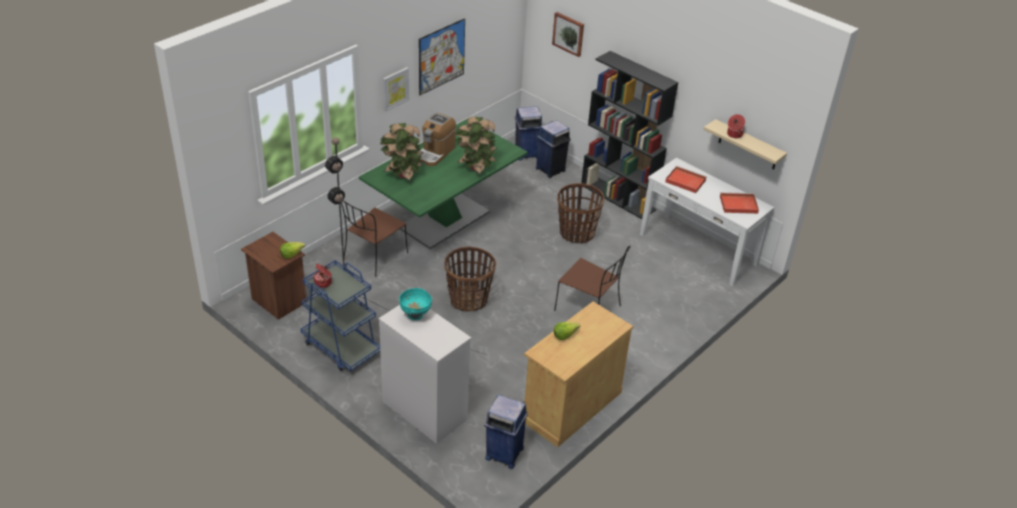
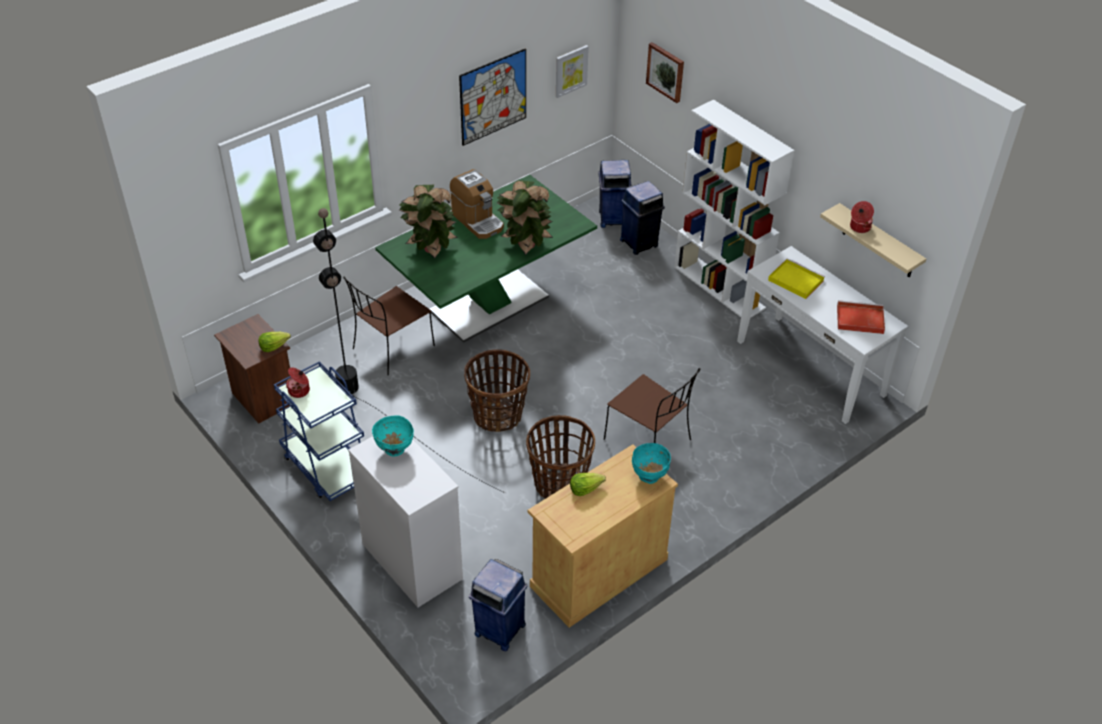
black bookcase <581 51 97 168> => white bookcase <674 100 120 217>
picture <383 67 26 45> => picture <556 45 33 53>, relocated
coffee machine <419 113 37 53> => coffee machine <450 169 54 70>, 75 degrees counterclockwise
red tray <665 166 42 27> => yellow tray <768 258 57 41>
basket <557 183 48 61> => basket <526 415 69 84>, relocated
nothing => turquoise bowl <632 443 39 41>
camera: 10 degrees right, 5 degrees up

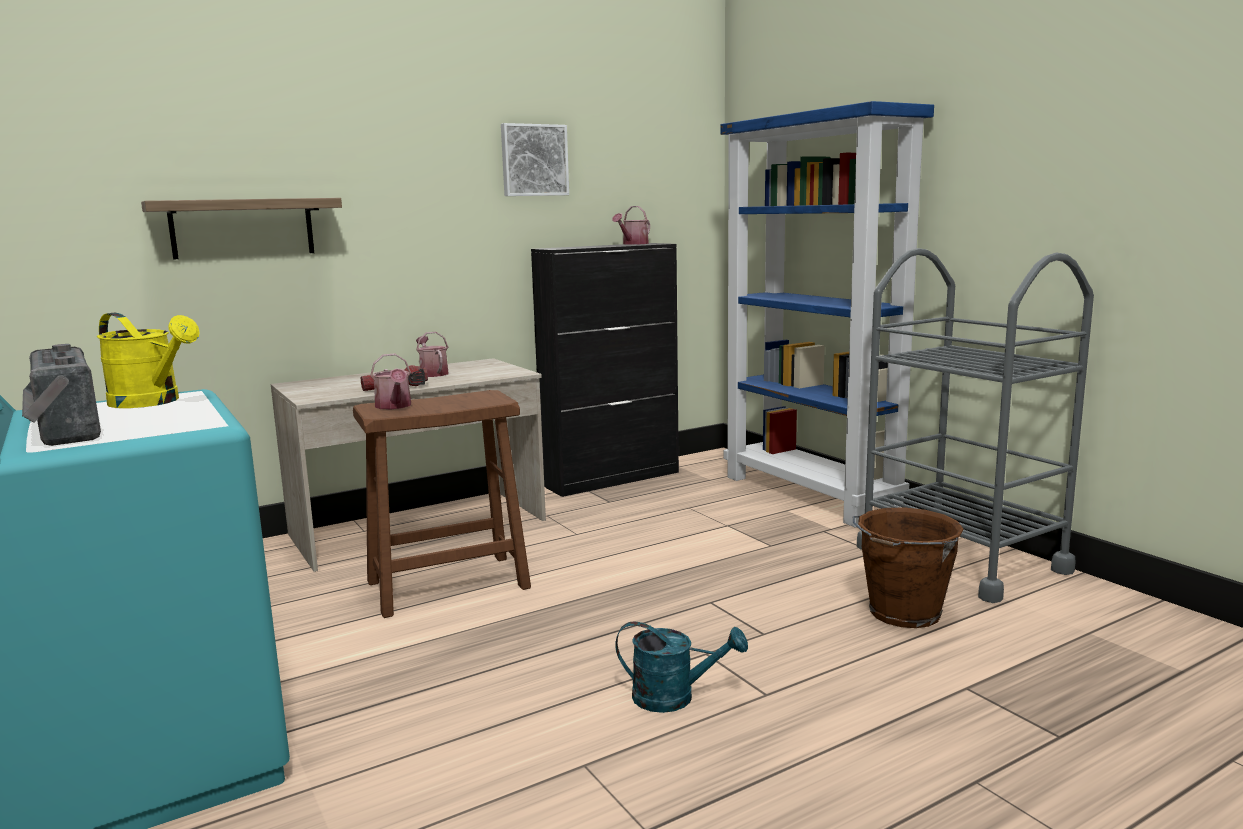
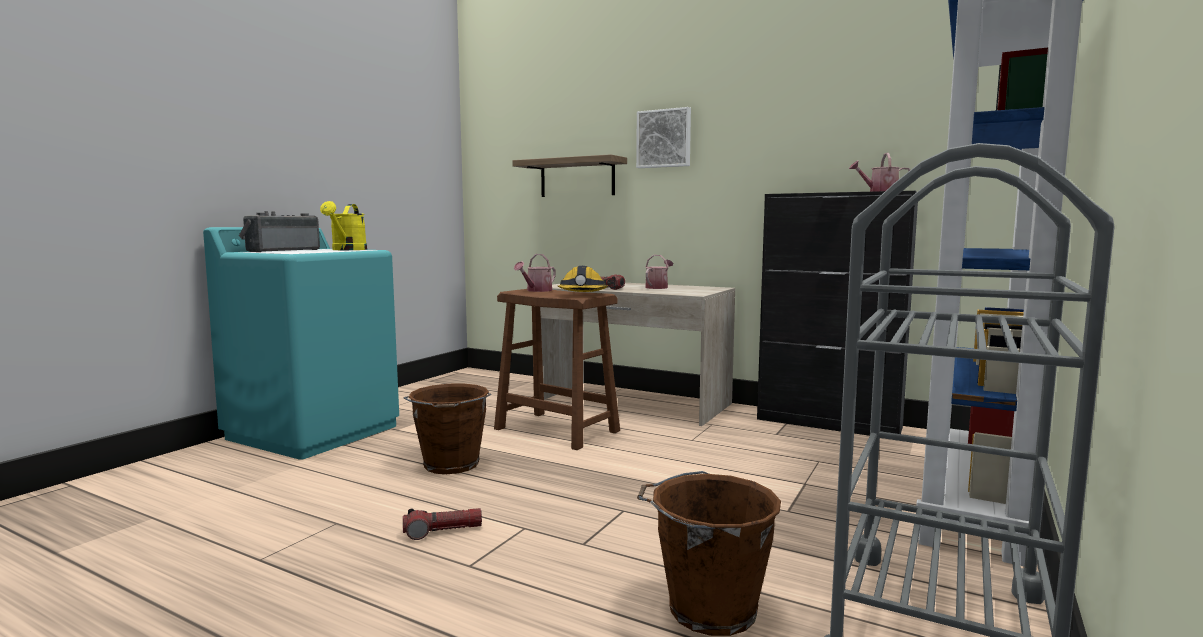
picture <501 123 68 73> => picture <636 107 55 61>, relocated
turquoise watering can <615 621 133 92> => flashlight <403 508 79 32>
nothing => hard hat <557 266 51 26>
nothing => brown bucket <404 383 87 91>
camera: 60 degrees right, 5 degrees down

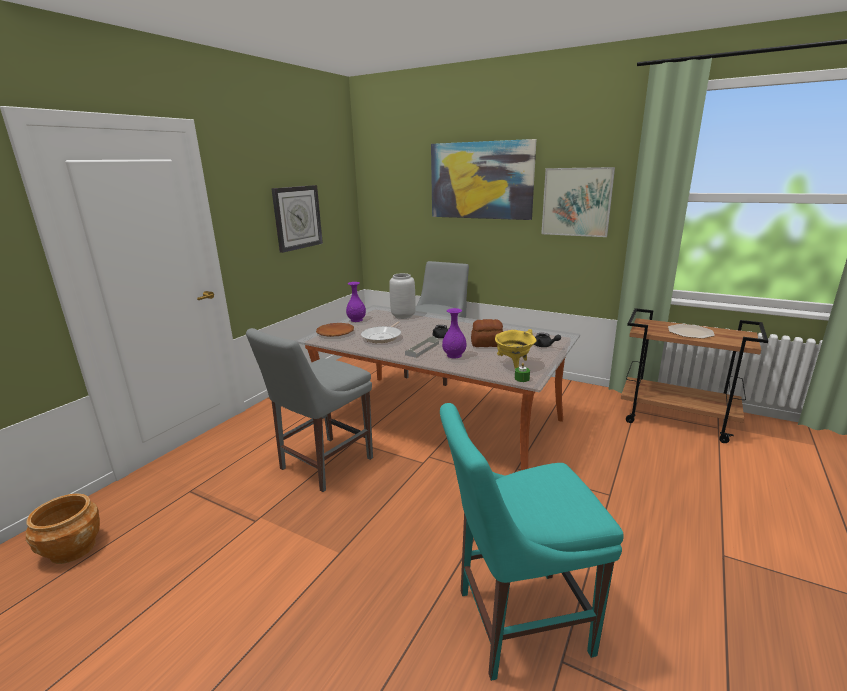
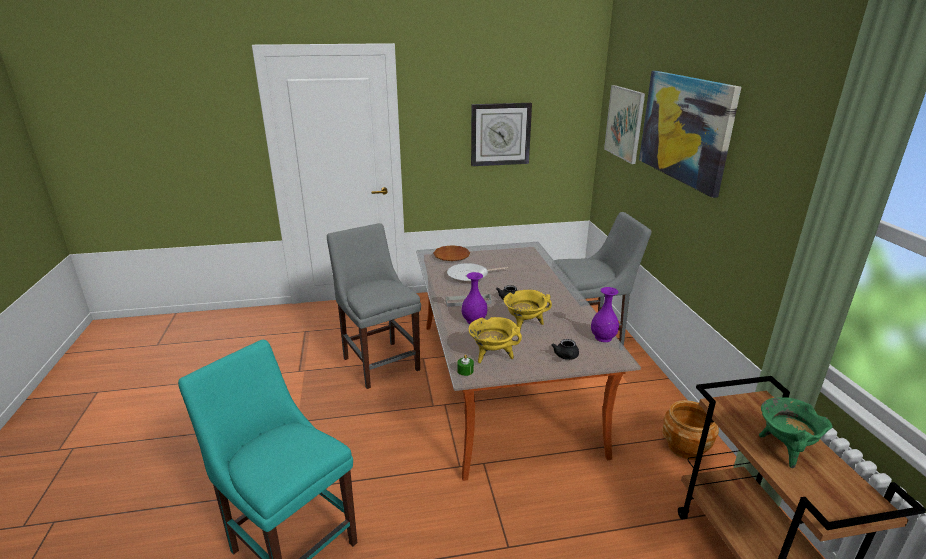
picture <541 167 74 70> => picture <604 85 41 79>, relocated
grey vase <389 273 27 46> => nothing
purple vase <346 282 20 40> => purple vase <591 287 28 55>, relocated
bread <471 319 32 28> => yellow cooking pot <504 290 48 40>
plate <668 324 47 15> => green cooking pot <759 397 74 71>
grey chair <246 328 127 164> => grey chair <327 223 94 166>, 60 degrees clockwise
brown planter <26 493 74 71> => brown planter <662 400 57 60>, relocated
camera: 50 degrees right, 5 degrees up

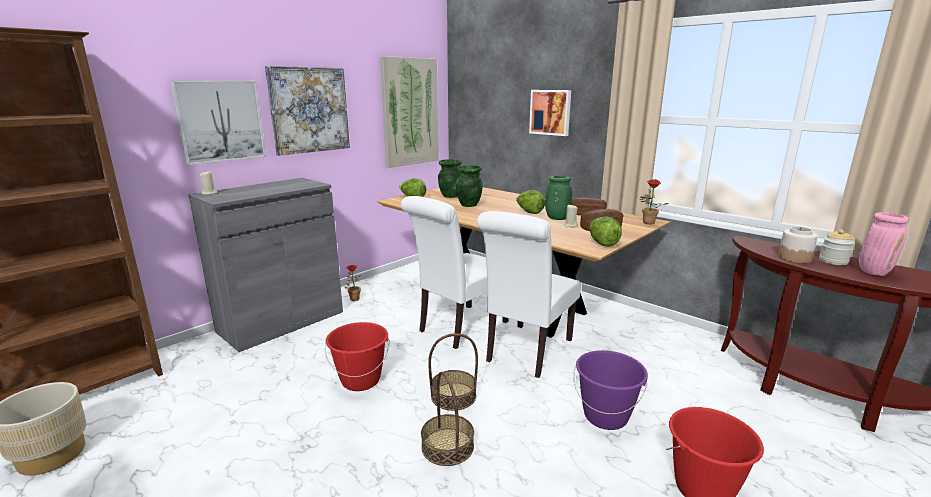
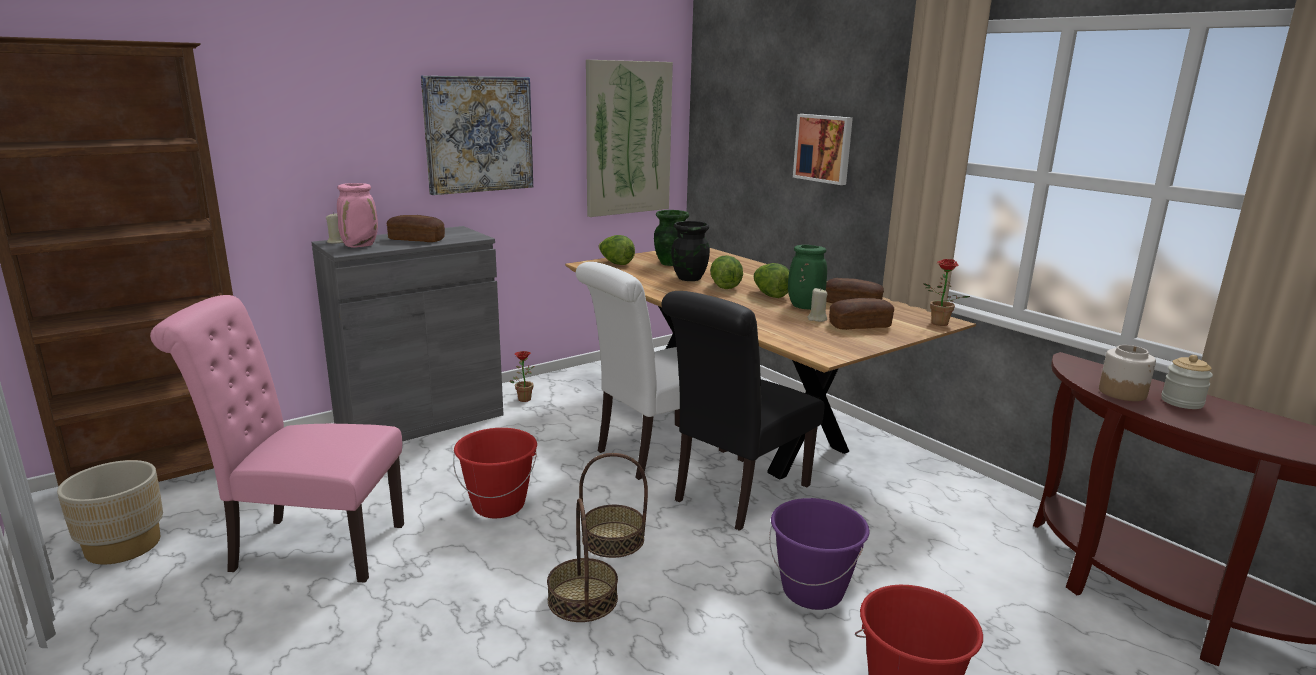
picture <170 80 96 85> => nothing
green vase <456 165 27 42> => black vase <671 221 39 60>
white chair <477 211 104 167> => black chair <662 291 163 240>
pink vase <859 212 50 64> => pink vase <337 183 41 65>, relocated
lettuce <589 216 33 31> => lettuce <710 255 33 34>, relocated
nothing => bread <387 215 58 27>
nothing => pink chair <150 295 254 288>
camera: 10 degrees right, 0 degrees up

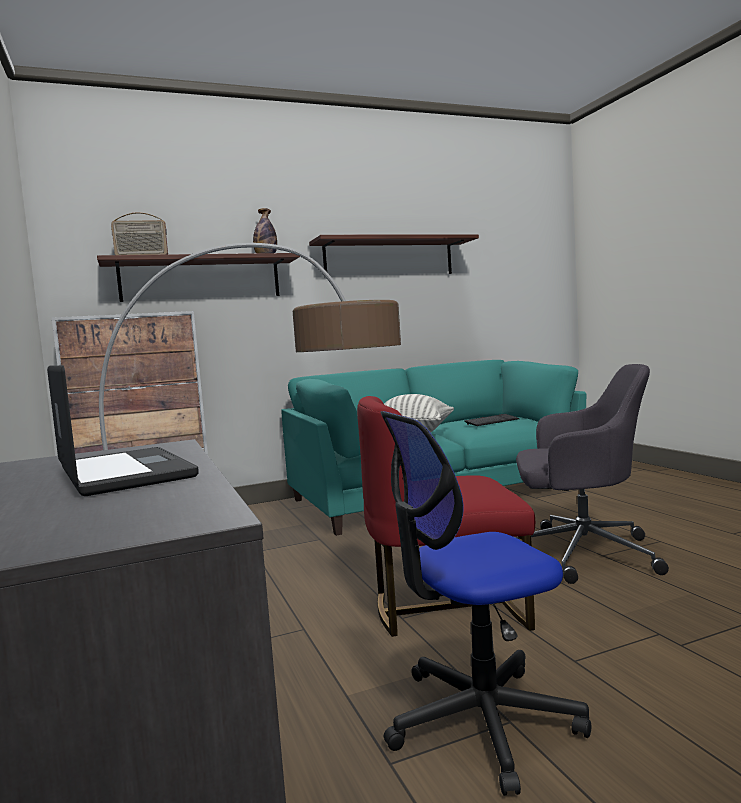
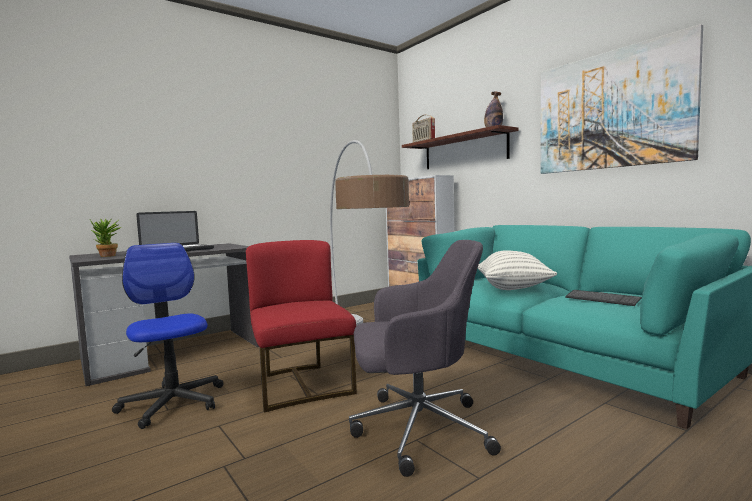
shelf <309 234 170 44> => picture <540 24 163 150>
grey office chair <515 364 154 220> => grey office chair <349 240 152 237>, 90 degrees counterclockwise
nothing => potted plant <90 218 31 39>
camera: 75 degrees right, 0 degrees up

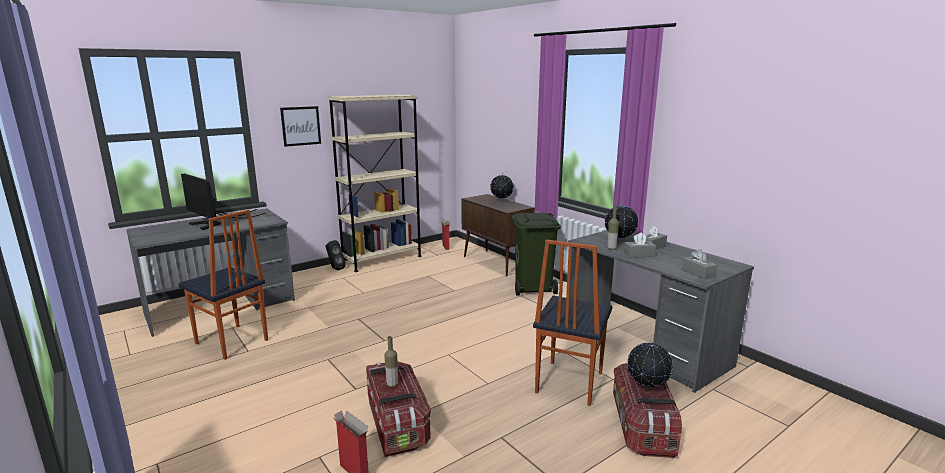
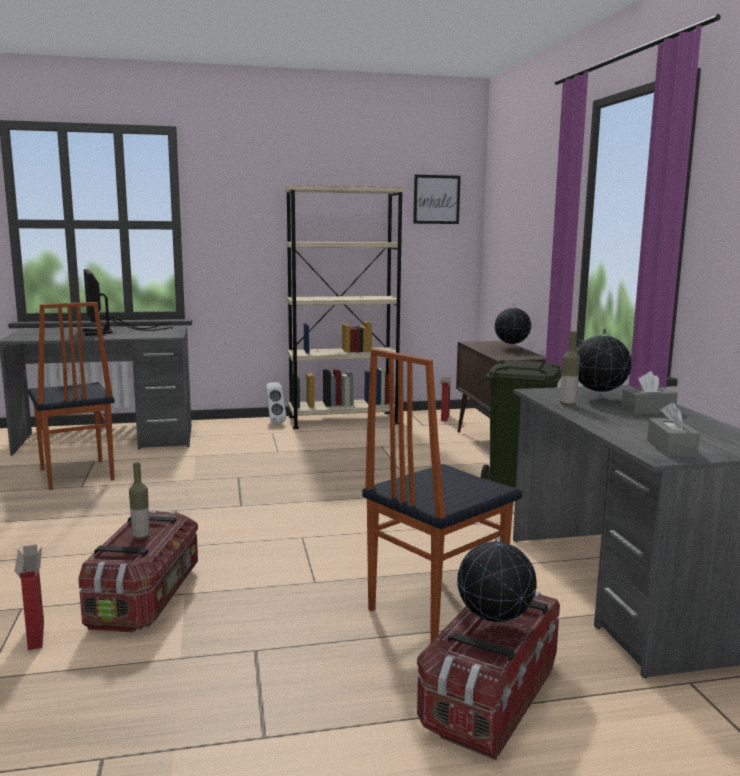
picture <280 106 41 41> => picture <413 175 48 49>, relocated
grey tissue box <624 233 32 25> => nothing
black speaker <326 240 20 30> => white speaker <266 382 20 42>
camera: 25 degrees right, 5 degrees down

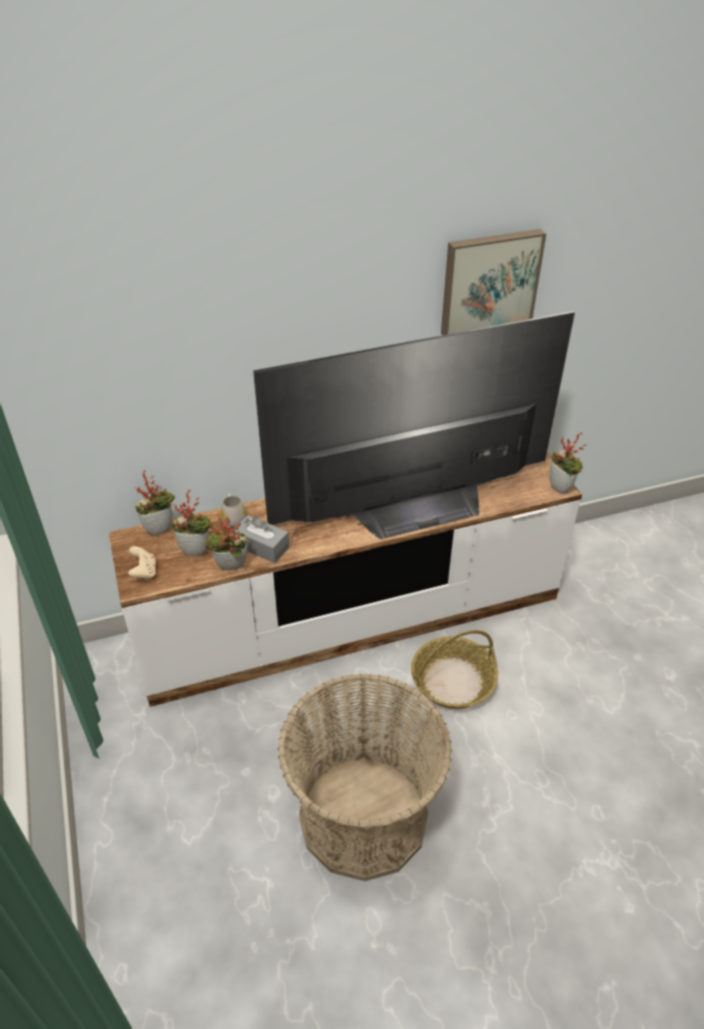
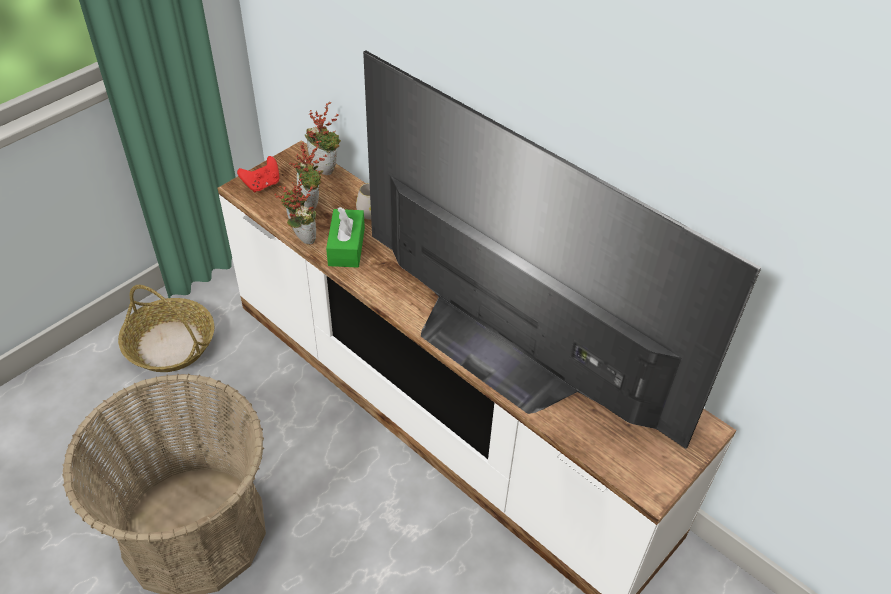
picture <441 229 105 106> => nothing
potted plant <549 433 38 61> => nothing
grey tissue box <233 515 57 48> => green tissue box <326 207 39 61>
beige game controller <128 546 28 34> => red game controller <237 156 42 36>
basket <411 630 87 79> => basket <118 285 97 87>, relocated
camera: 60 degrees right, 5 degrees up

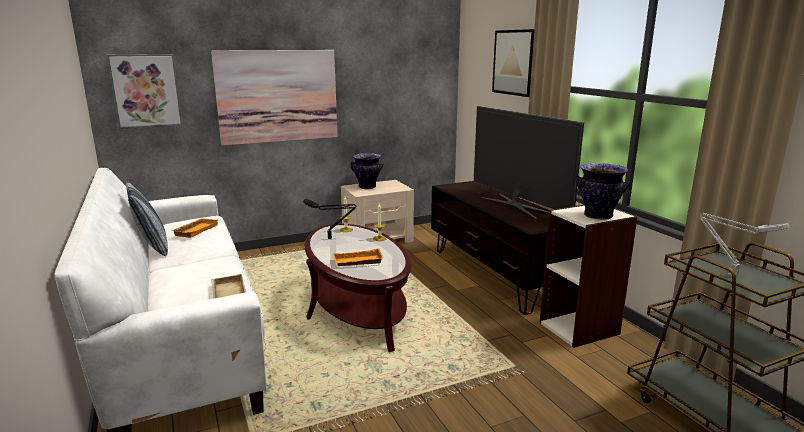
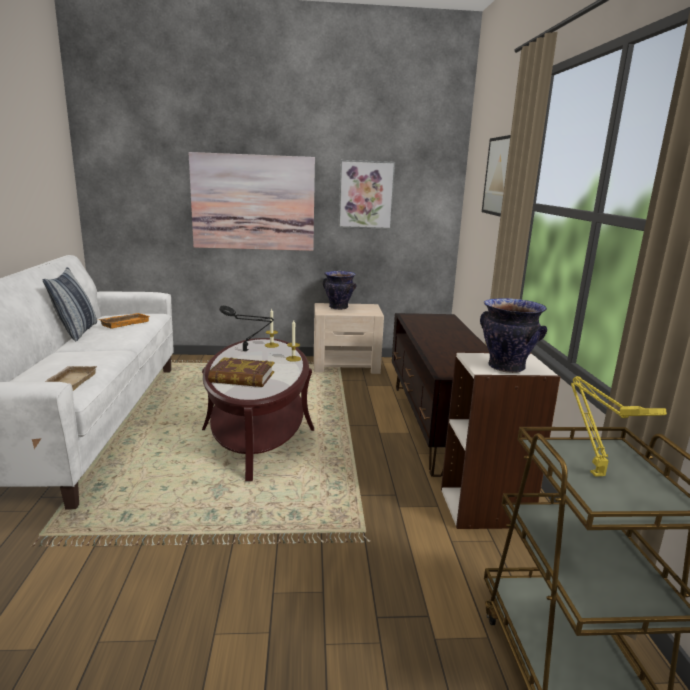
picture <107 54 75 75> => picture <338 160 57 70>, relocated
television <474 106 110 113> => nothing
grey table lamp <700 213 90 63> => yellow table lamp <571 376 96 101>
orange tray <333 248 50 18> => book <208 357 66 30>
camera: 20 degrees right, 0 degrees up

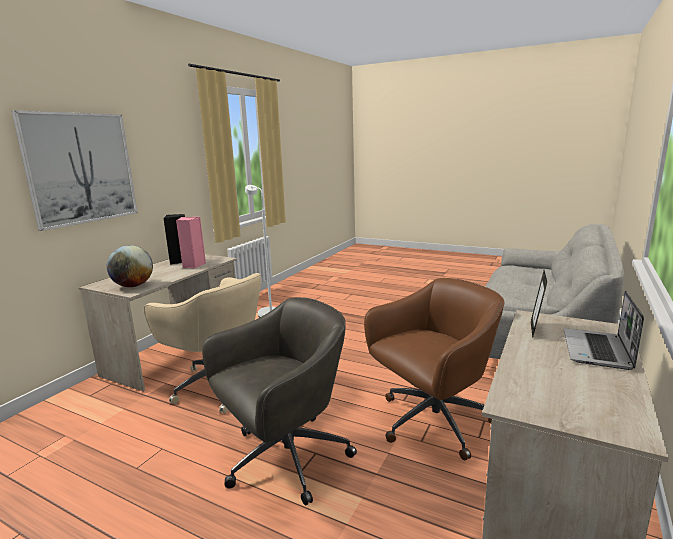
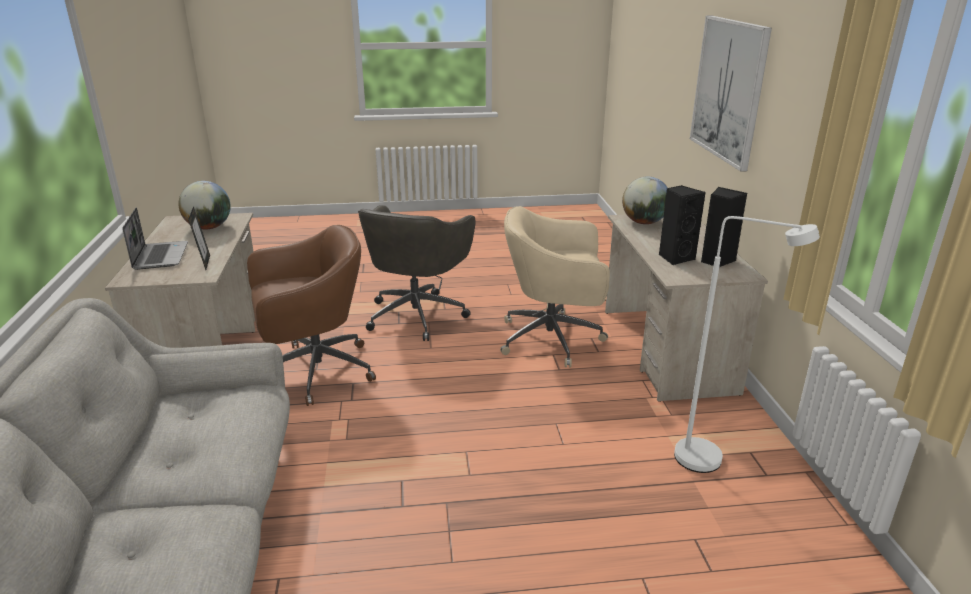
pink speaker <176 217 30 51> => black speaker <659 185 47 80>
brown office chair <364 278 140 182> => brown office chair <247 225 129 181>, 135 degrees counterclockwise
nothing => globe <178 181 53 48>
camera: 145 degrees right, 10 degrees up

